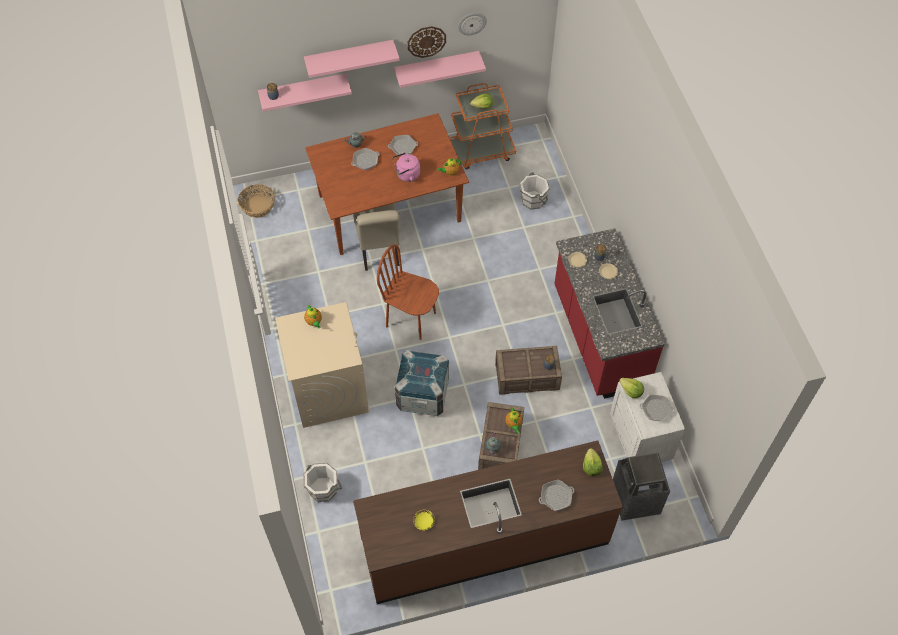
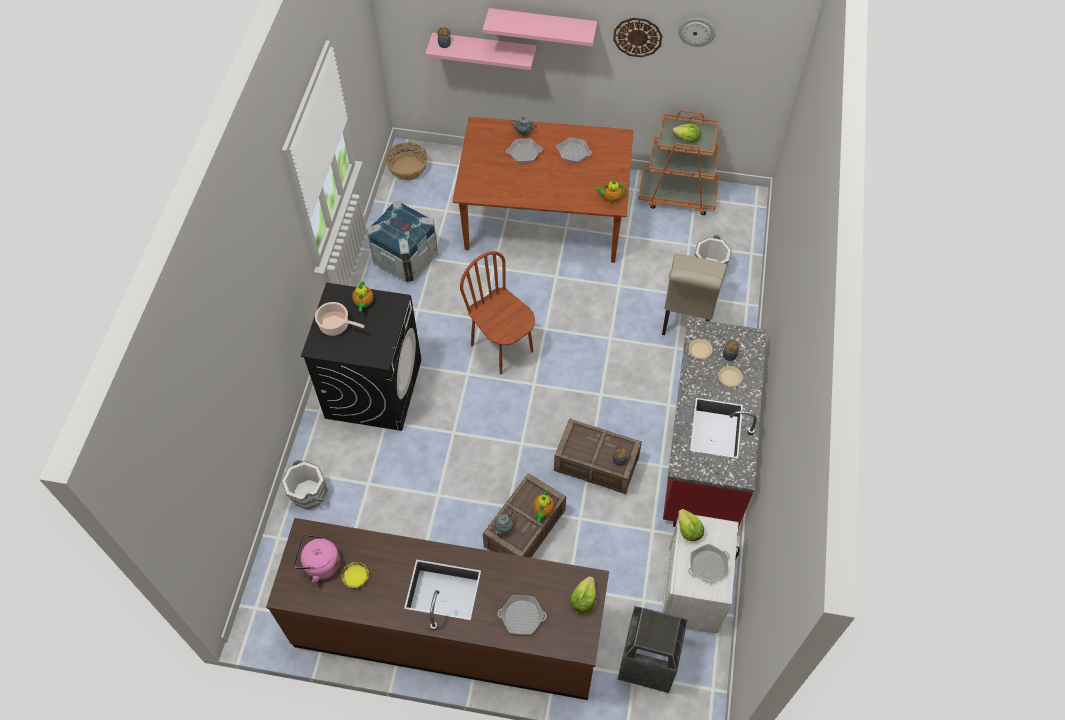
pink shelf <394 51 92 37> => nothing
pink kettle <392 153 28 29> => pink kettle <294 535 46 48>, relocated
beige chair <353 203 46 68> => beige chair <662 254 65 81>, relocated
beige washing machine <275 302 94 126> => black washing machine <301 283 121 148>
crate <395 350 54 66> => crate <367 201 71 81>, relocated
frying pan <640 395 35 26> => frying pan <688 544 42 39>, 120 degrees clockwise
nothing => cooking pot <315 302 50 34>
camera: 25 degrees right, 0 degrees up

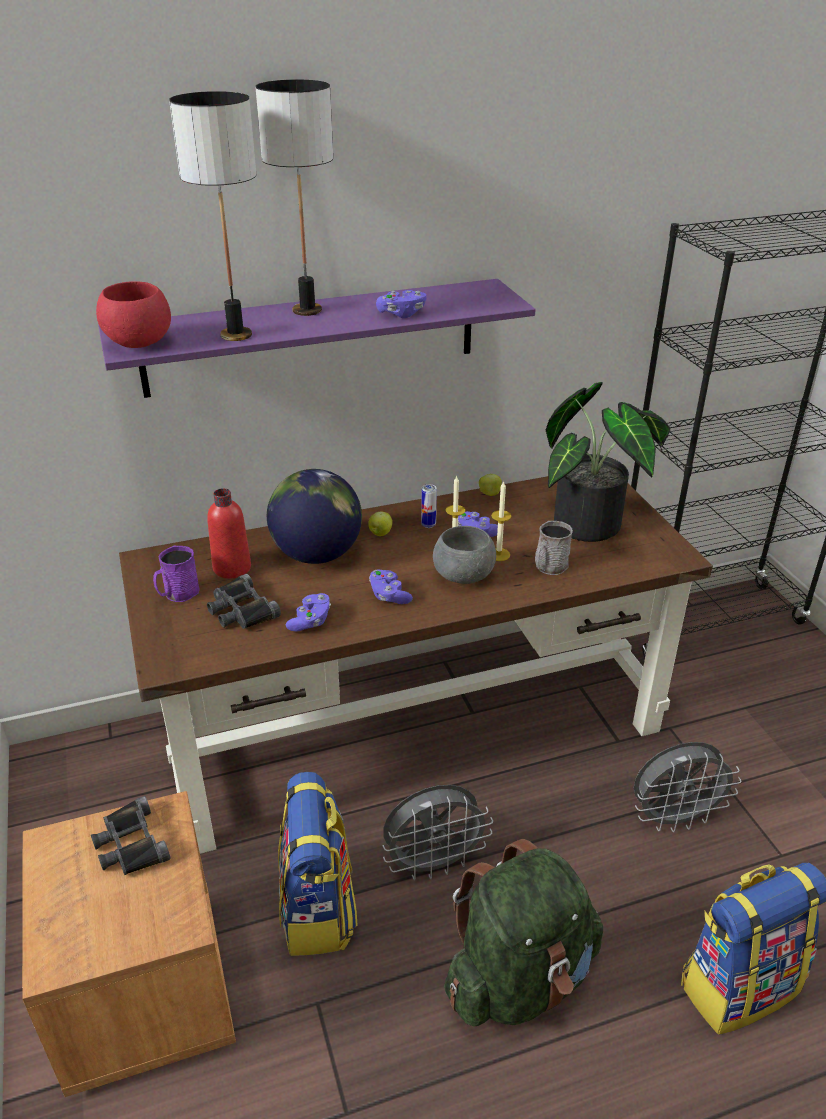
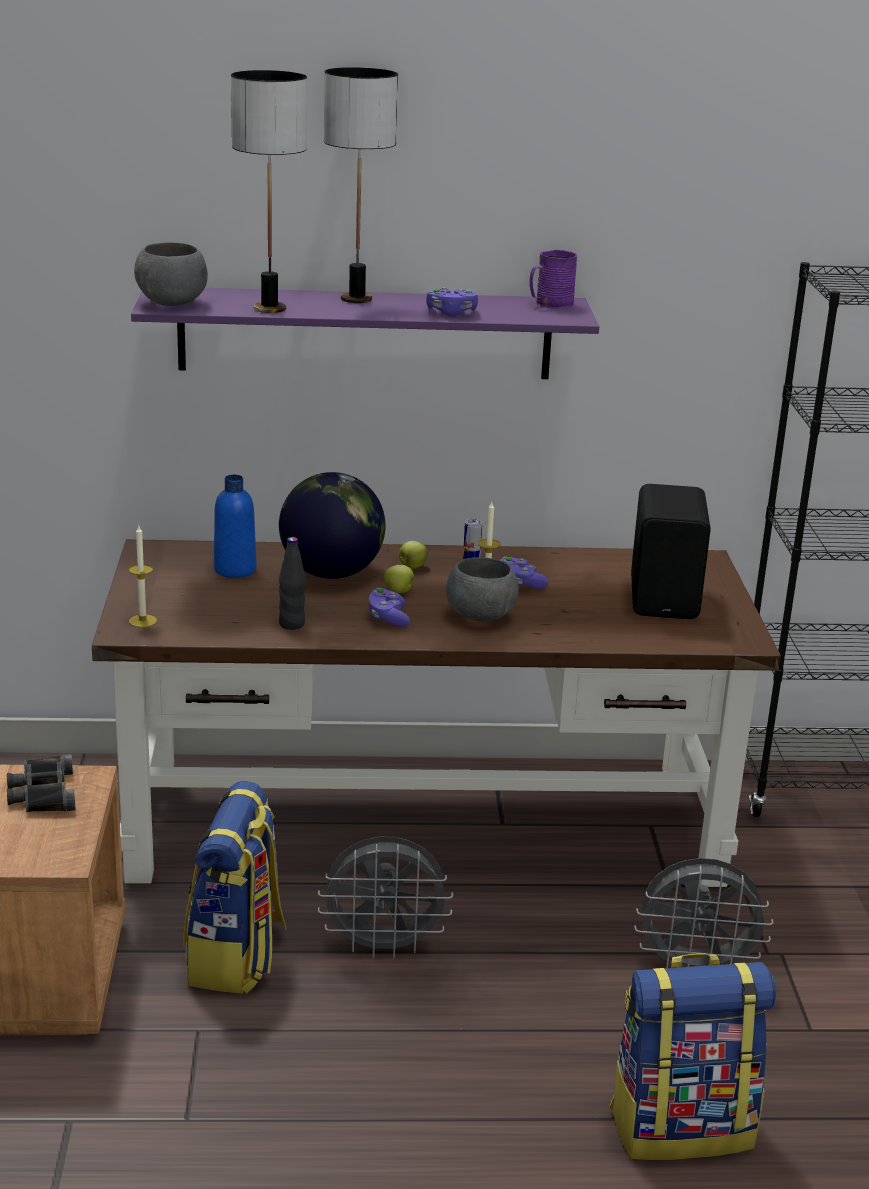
red bowl <96 281 75 67> => grey bowl <134 242 74 64>
potted plant <546 382 124 160> => black speaker <631 484 80 135>
apple <479 474 23 22> => apple <384 565 31 28>, relocated
candle <491 480 20 81> => candle <129 526 28 102>, relocated
red bottle <207 488 44 91> => blue bottle <214 475 43 103>
grey mug <535 521 38 54> => nothing
purple mug <153 546 47 56> => purple mug <529 249 49 60>, relocated
black binoculars <207 574 74 55> => nothing
purple game controller <286 593 45 38> => black bottle <279 537 27 92>
green backpack <444 839 159 187> => nothing
camera: 15 degrees right, 10 degrees down

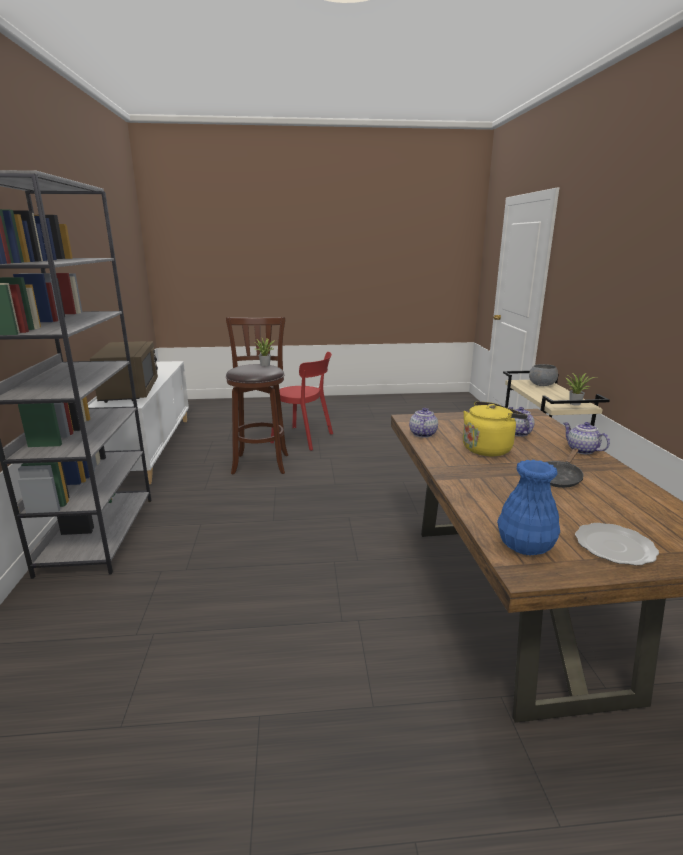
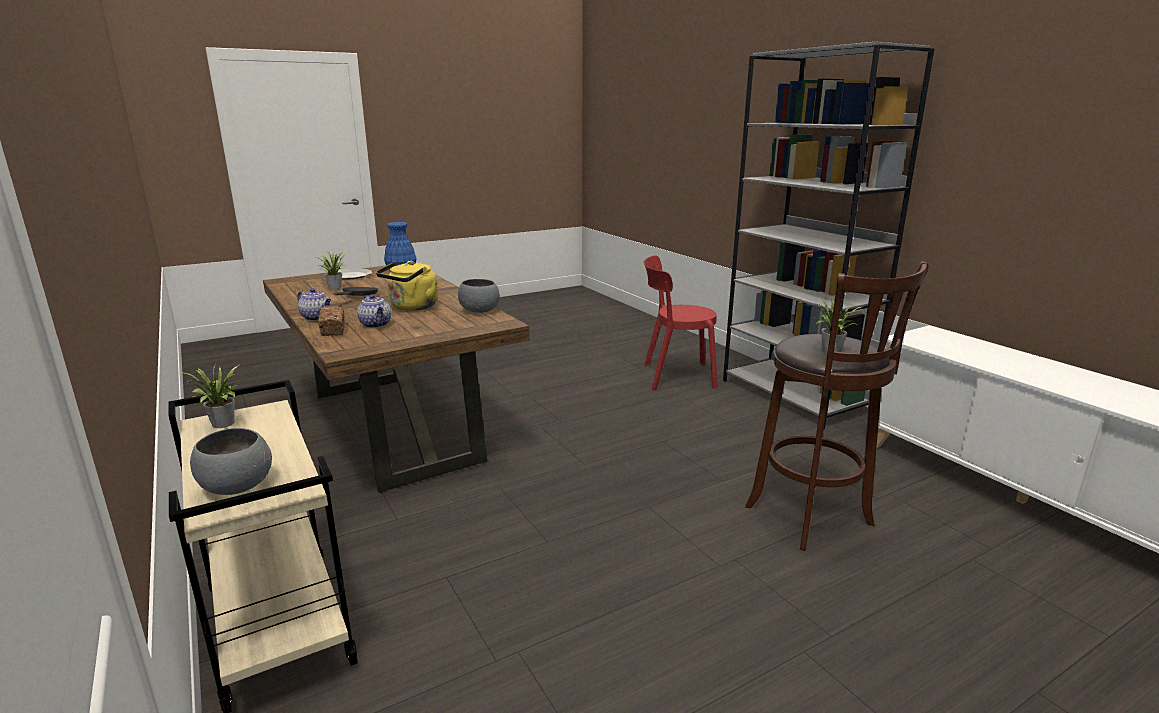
brown microwave <90 341 68 62> => nothing
red chair <270 352 63 99> => red chair <643 255 75 135>, relocated
teapot <409 408 29 30> => grey bowl <458 279 42 34>
nothing => potted plant <318 251 31 39>
nothing => bread <318 305 27 31>
camera: 155 degrees right, 0 degrees up

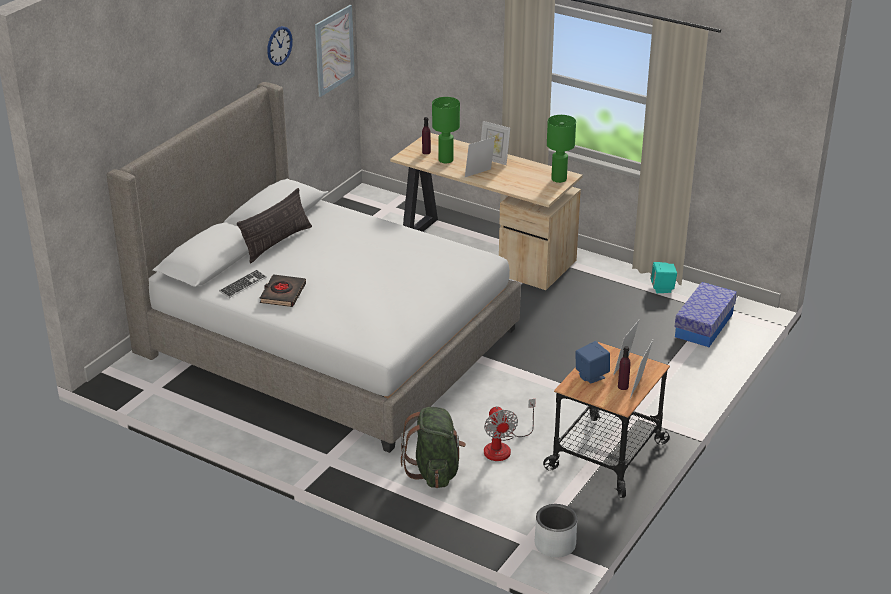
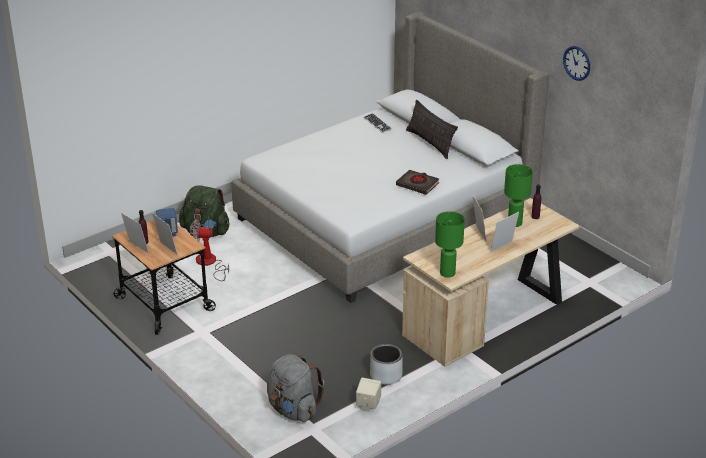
picture <315 5 40 92> => nothing
turquoise speaker <650 262 27 31> => beige speaker <356 377 25 35>
black book <260 274 46 33> => black book <396 170 43 25>, relocated
storage box <675 282 62 65> => grey backpack <267 354 57 68>
grey planter <535 504 42 54> => grey planter <370 344 33 41>, relocated
camera: 110 degrees right, 0 degrees up

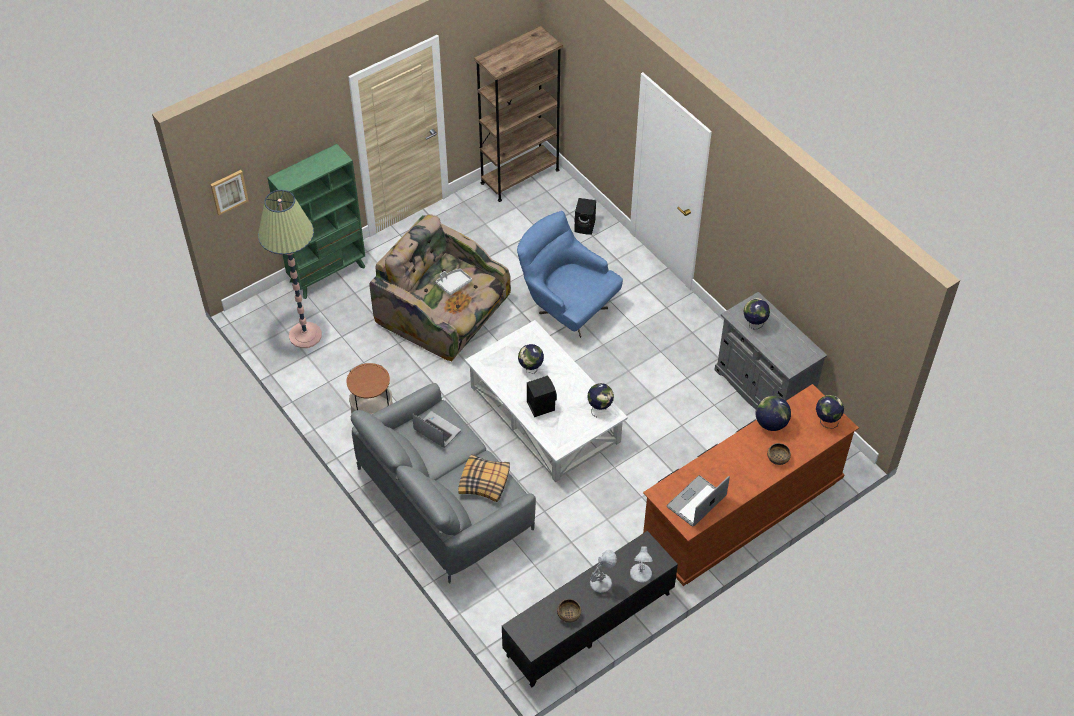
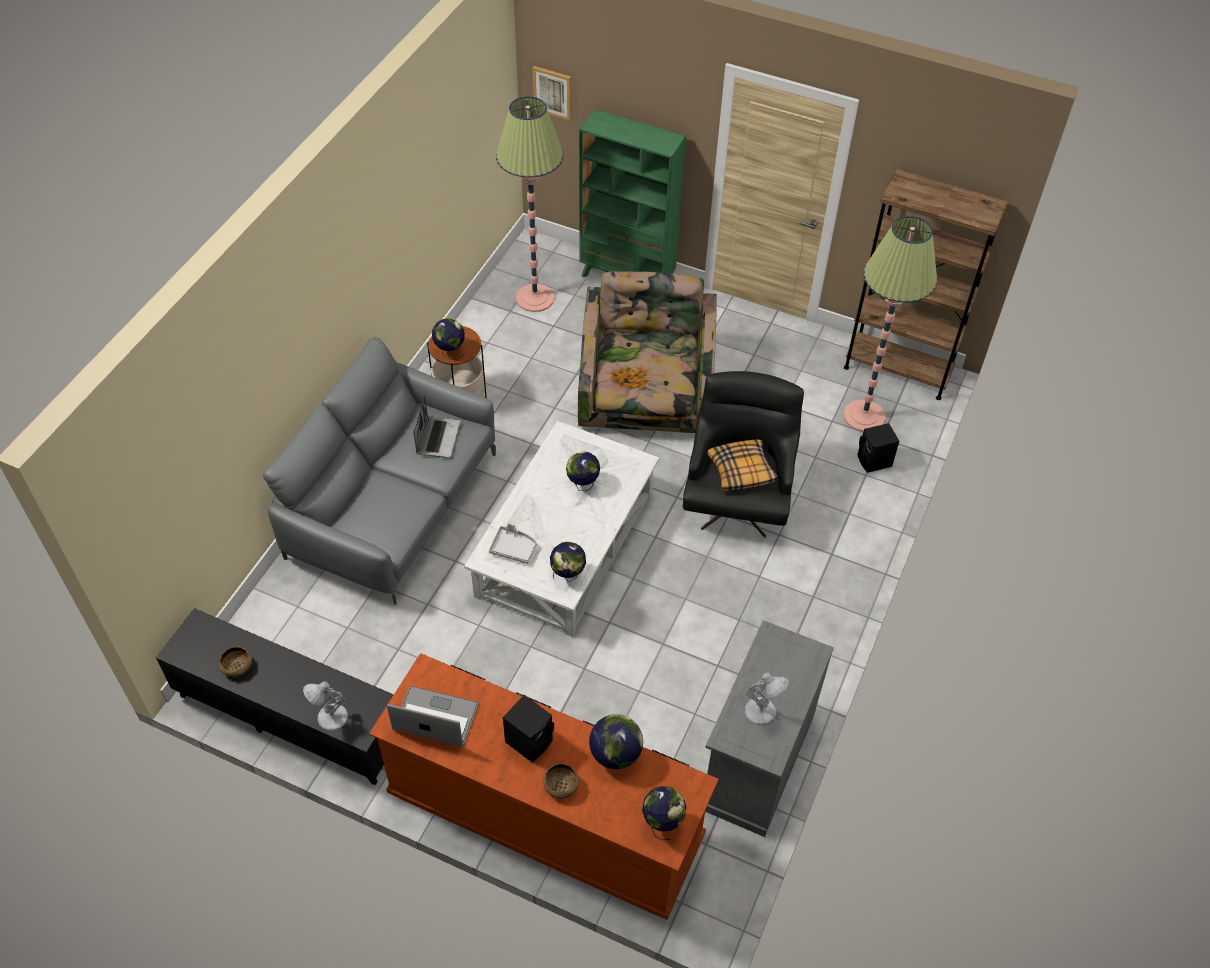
blue armchair <517 211 106 127> => black armchair <683 371 121 167>
grey tray <436 269 36 26> => grey tray <489 523 48 41>, relocated
globe <744 298 26 31> => globe <432 318 33 42>, relocated
black speaker <527 376 30 41> => black speaker <503 695 51 67>, relocated
pillow <458 454 52 48> => pillow <707 439 71 52>, relocated
white table lamp <590 550 27 43> => white table lamp <745 673 44 53>, relocated
nothing => floor lamp <844 216 93 216>
camera: 60 degrees right, 0 degrees up

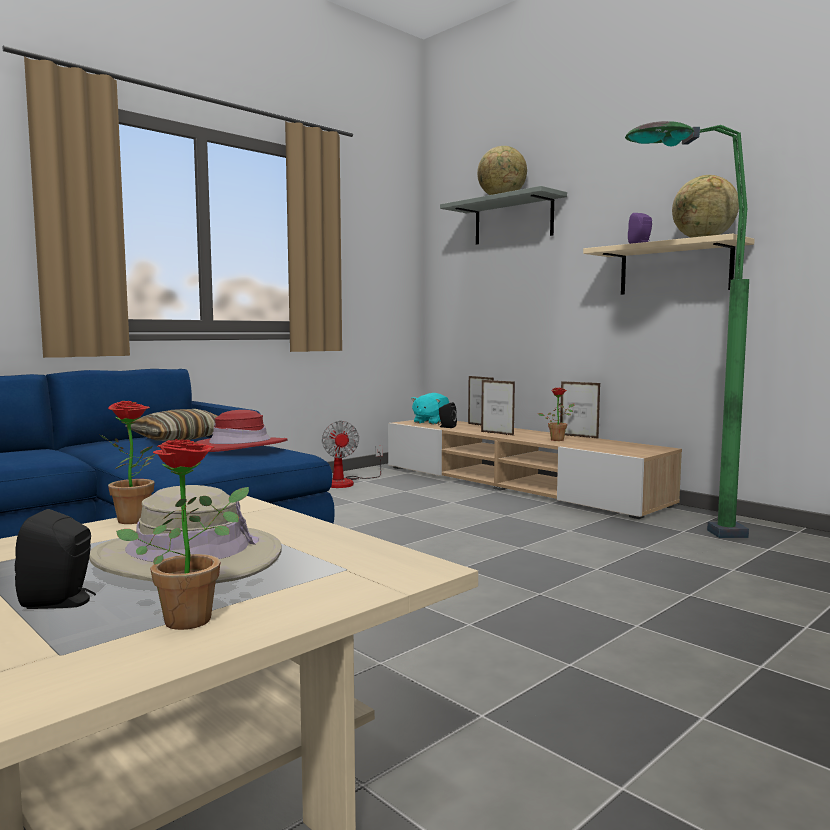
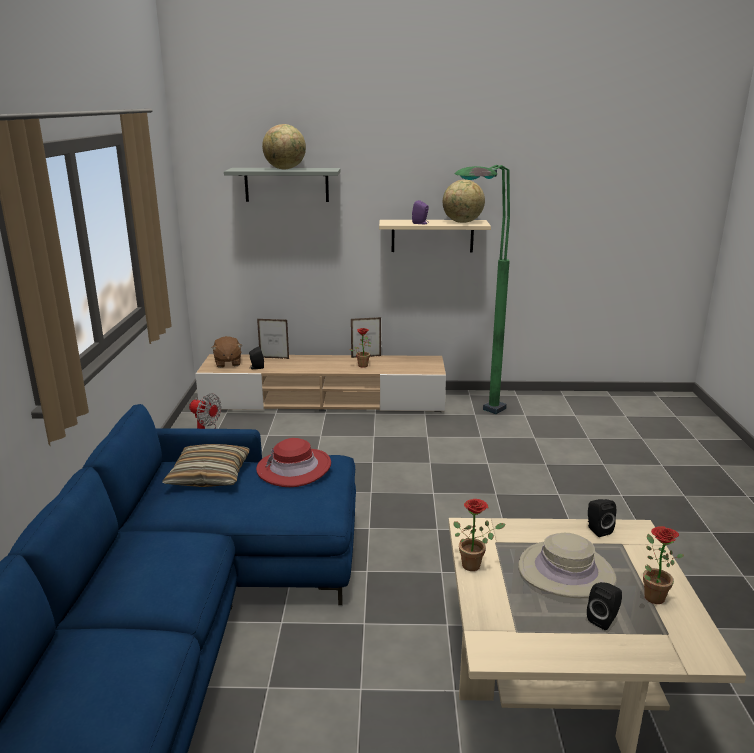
picture frame <481 380 34 56> => nothing
turquoise plush toy <411 393 38 32> => brown plush toy <212 336 30 32>
nothing => black speaker <588 499 28 38>
camera: 45 degrees left, 15 degrees up

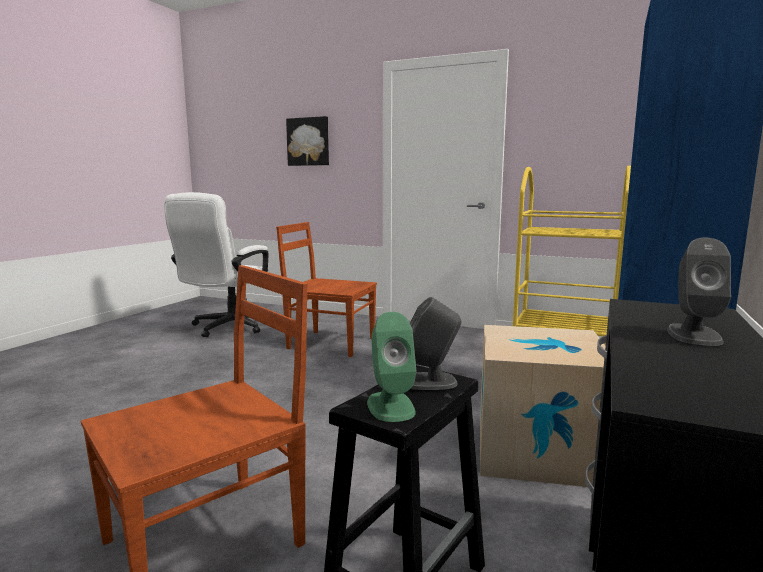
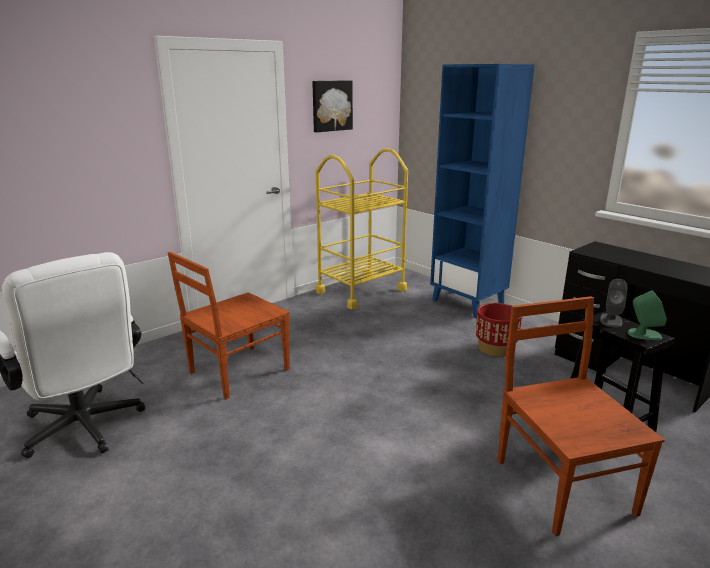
picture <286 116 43 50> => picture <312 80 41 52>, relocated
grey speaker <667 238 64 108> => nothing
cardboard box <480 325 125 162> => red planter <476 303 46 54>
camera: 65 degrees left, 10 degrees up

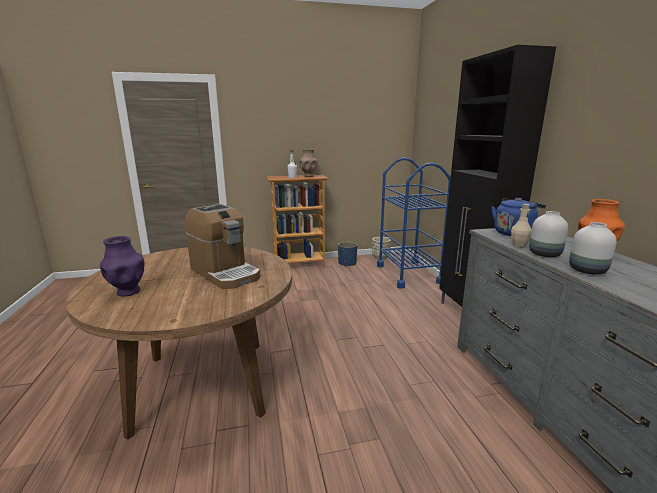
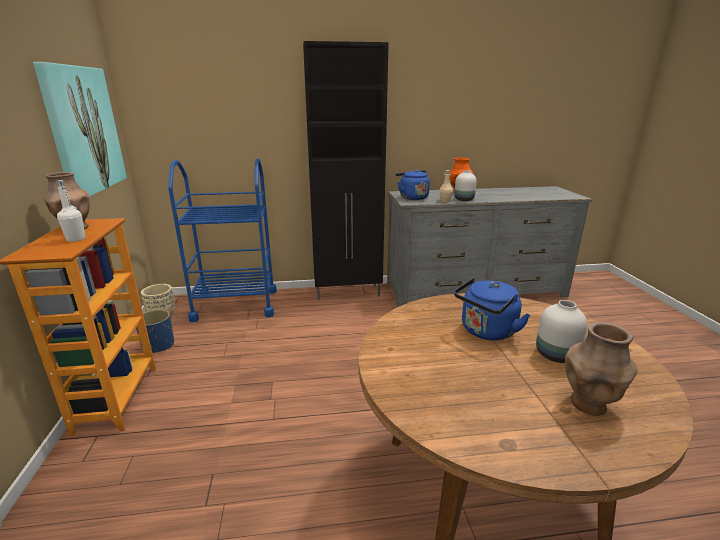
coffee machine <185 204 76 85> => blue kettle <454 278 76 63>
white vase <569 222 48 53> => white vase <536 300 51 63>, relocated
purple vase <100 236 44 61> => brown vase <565 322 73 94>
nothing => picture <33 62 94 135>
camera: 85 degrees left, 5 degrees up

